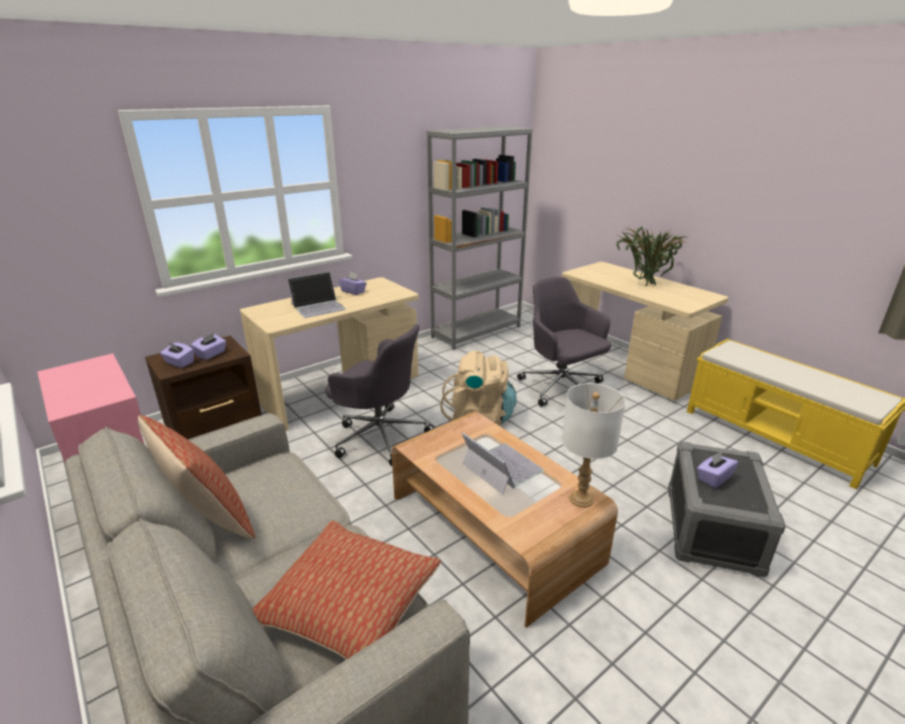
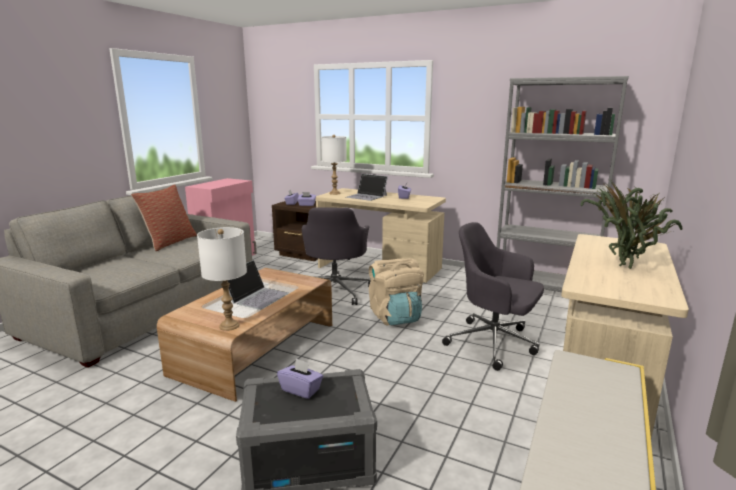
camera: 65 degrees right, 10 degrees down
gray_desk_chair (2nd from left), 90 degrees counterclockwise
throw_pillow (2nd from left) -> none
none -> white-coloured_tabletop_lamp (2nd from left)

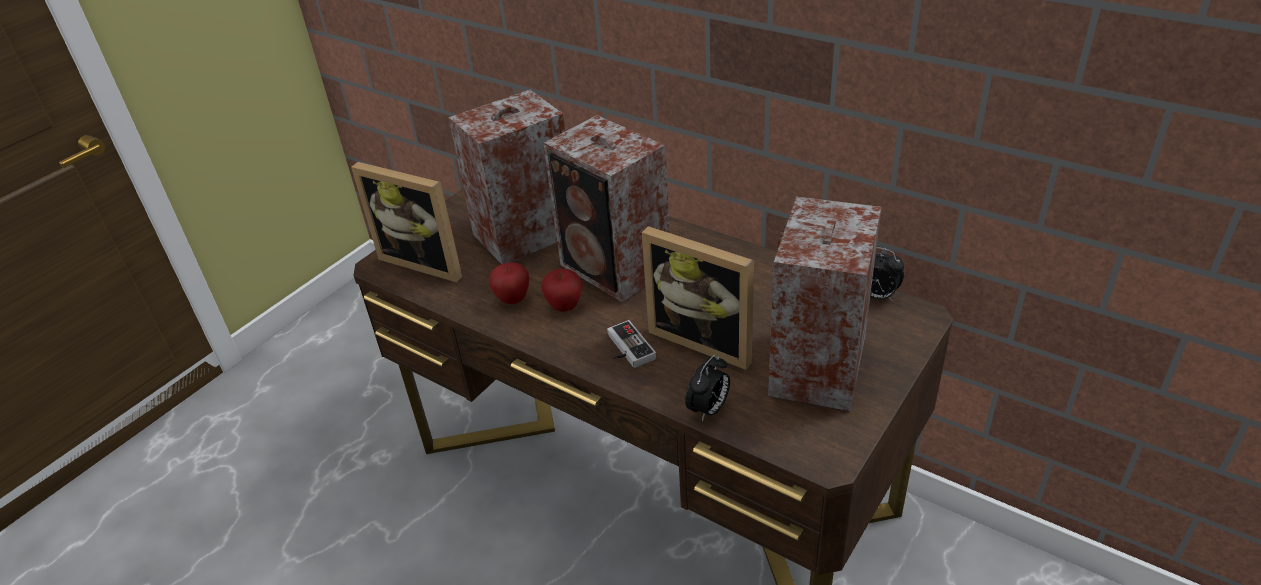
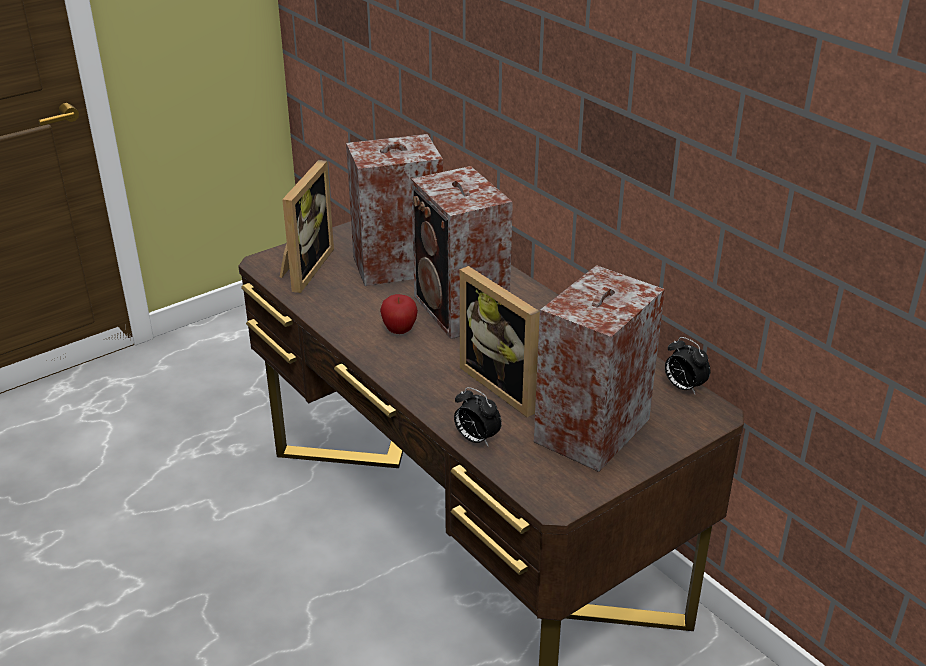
camera: 15 degrees right, 5 degrees down
standing_frame (1st from left), 120 degrees counterclockwise
apple_fruit (1st from left) -> none
joypad -> none
alarm_clock (1st from left), 75 degrees clockwise

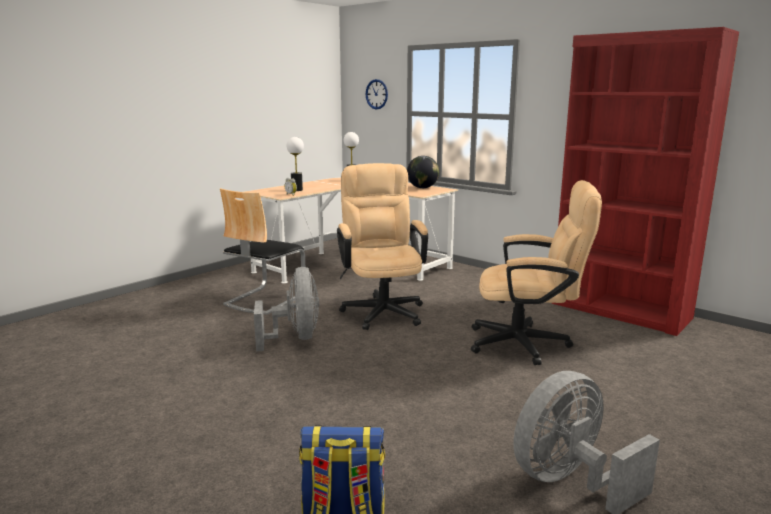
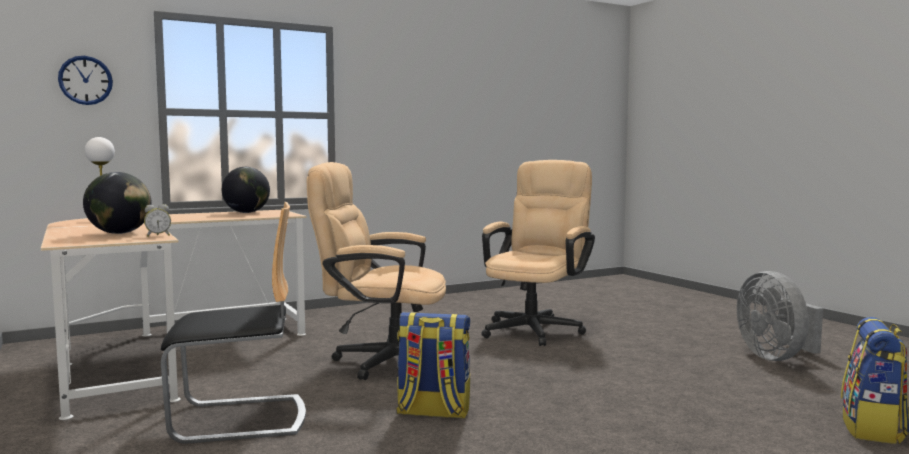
camera: 70 degrees left, 10 degrees down
red_bookshelf -> none
tabletop_lamp (1st from left) -> desk_globe (1st from left)
plain_chair, 60 degrees counterclockwise
gray_electric_fan (1st from left) -> backpack (1st from left)

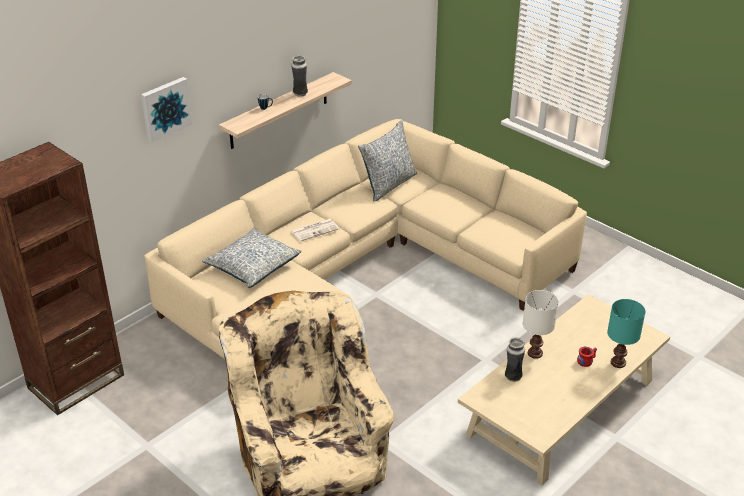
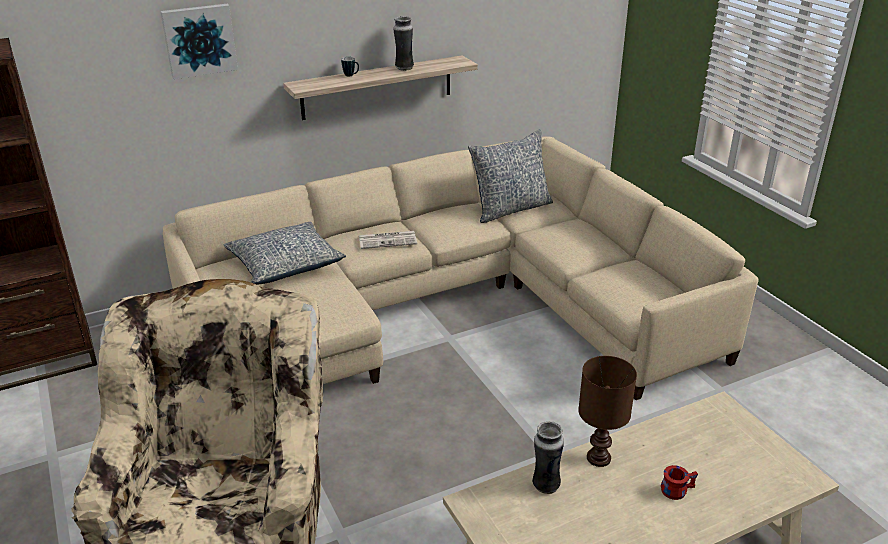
camera: 20 degrees right, 5 degrees down
white-coloured_tabletop_lamp -> brown_tabletop_lamp
turquoise_tabletop_lamp -> none

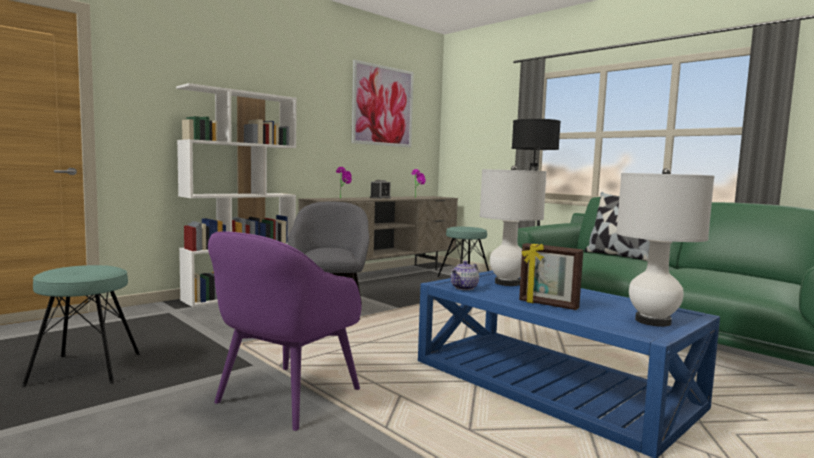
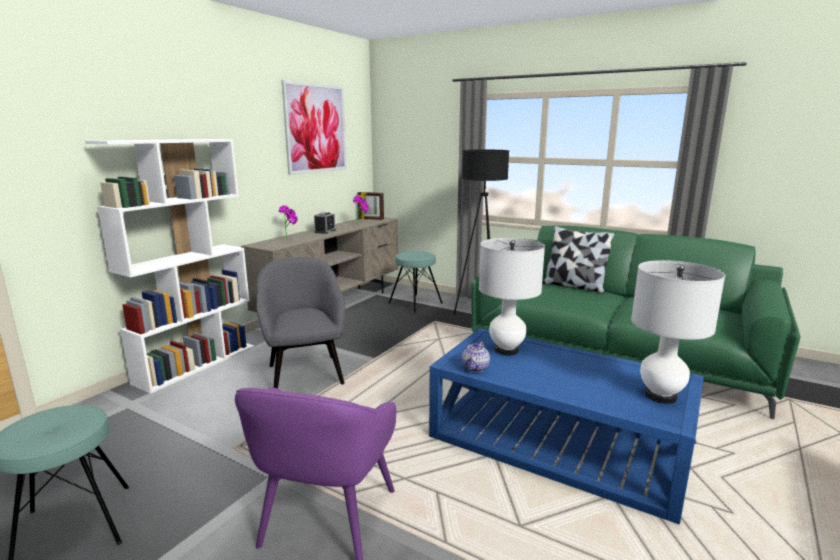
camera: 15 degrees left, 10 degrees up
standing_frame, move

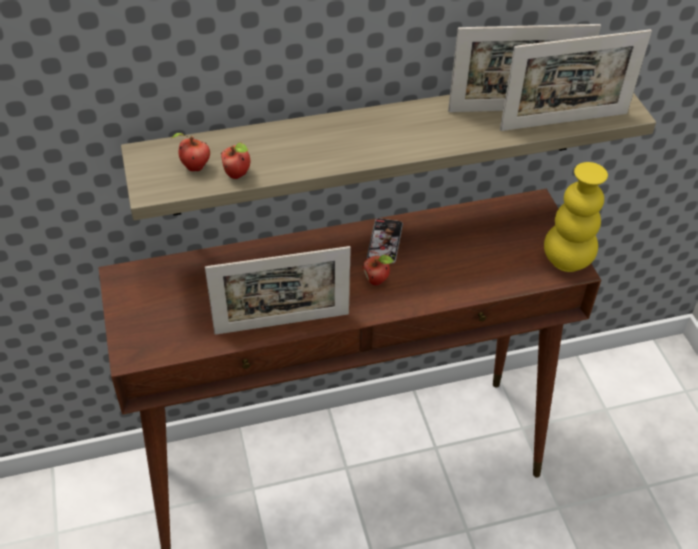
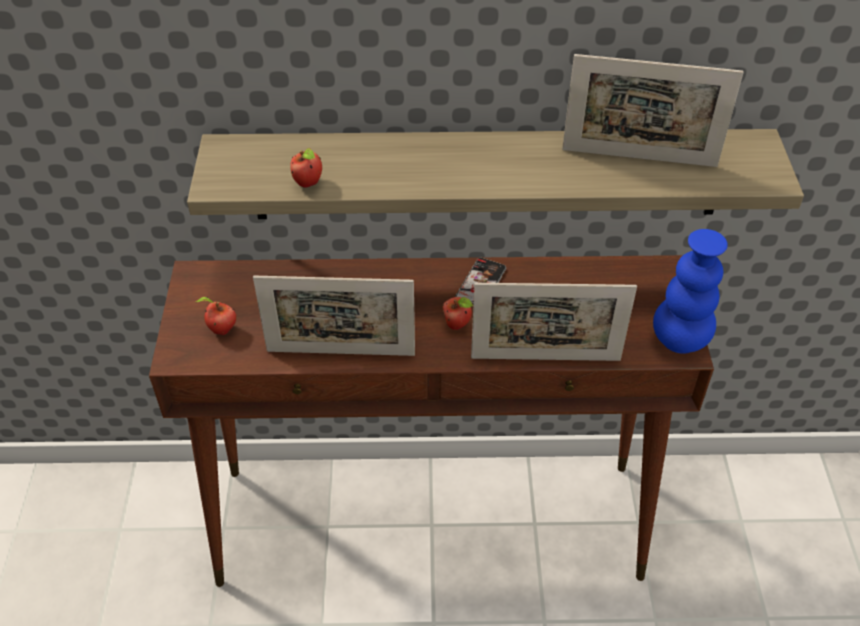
camera: 15 degrees right, 0 degrees up
standing_frame (3rd from left in the first image) -> standing_frame (2nd from left), move
apple_fruit (1st from left), move
yellow_decorative_vase -> bluish_decorative_vase

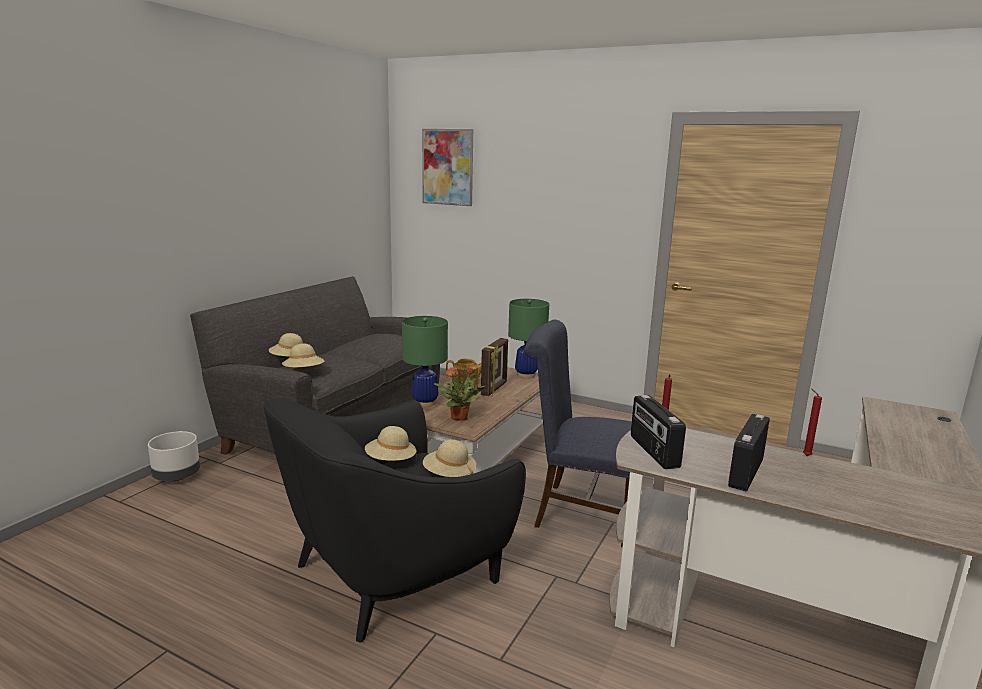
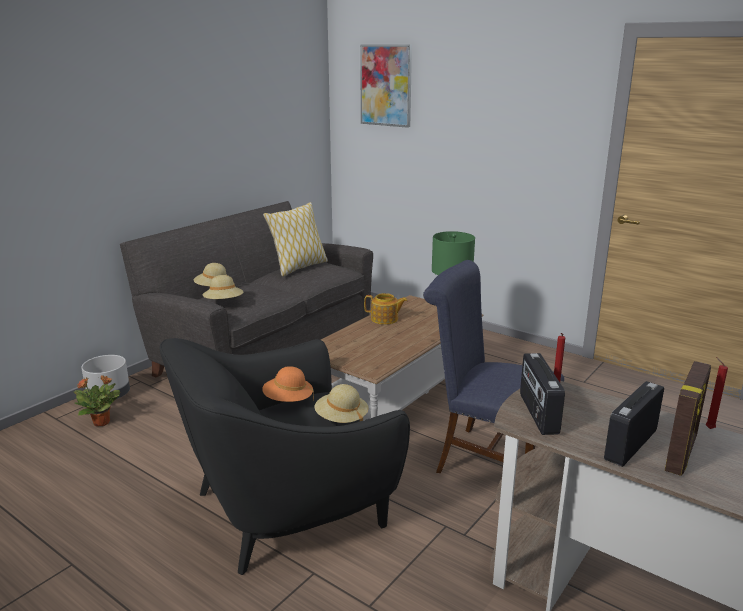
camera: 10 degrees right, 5 degrees up
green_tabletop_lamp (1st from left) -> none
standing_frame, move
potted_plant, move
beige-coloured_clothing_hat (3rd from left) -> orange-coloured_clothing_hat
none -> throw_pillow

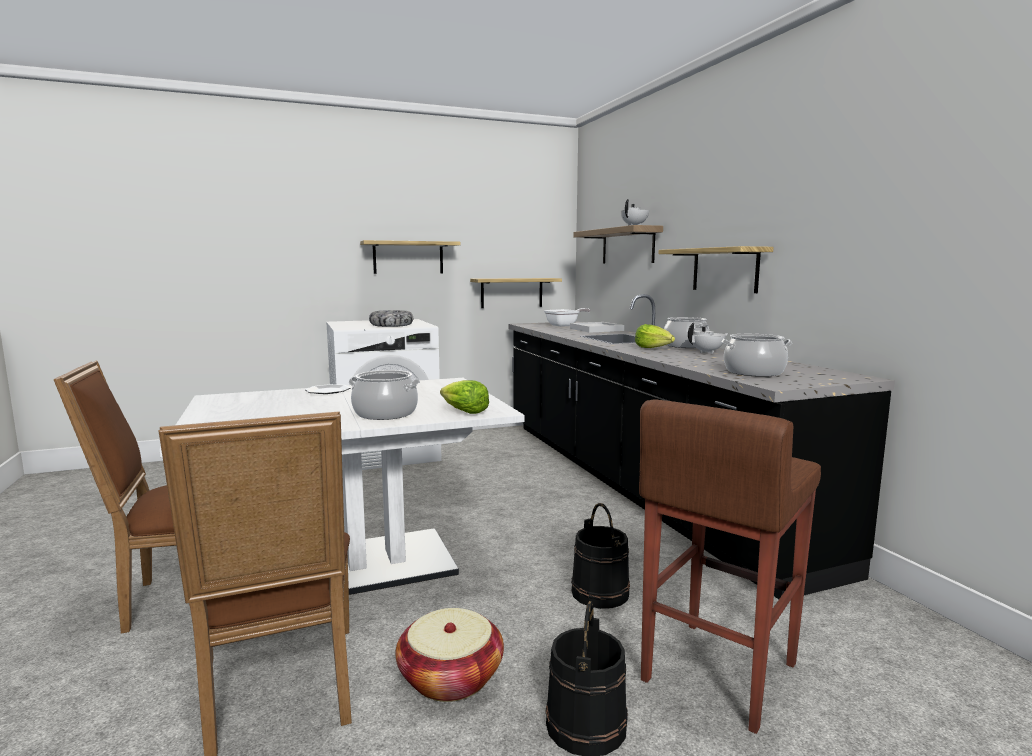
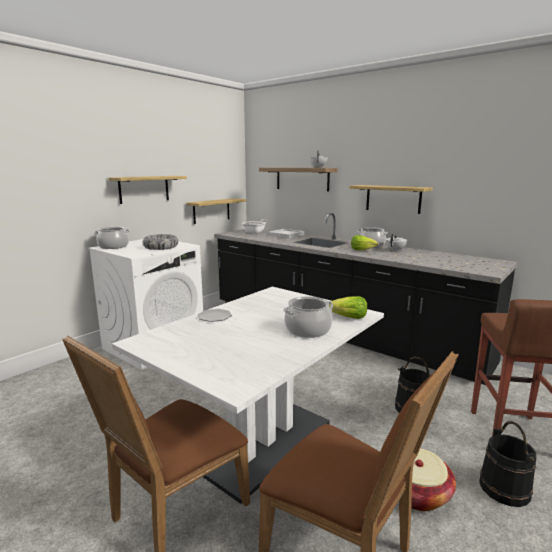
camera: 30 degrees left, 5 degrees up
stockpot (3rd from left in the first image) -> stockpot (1st from left), move

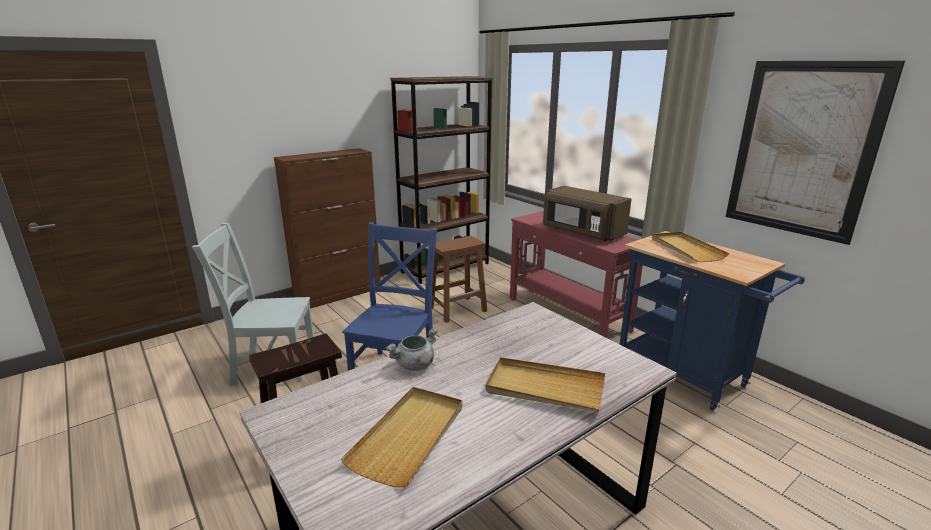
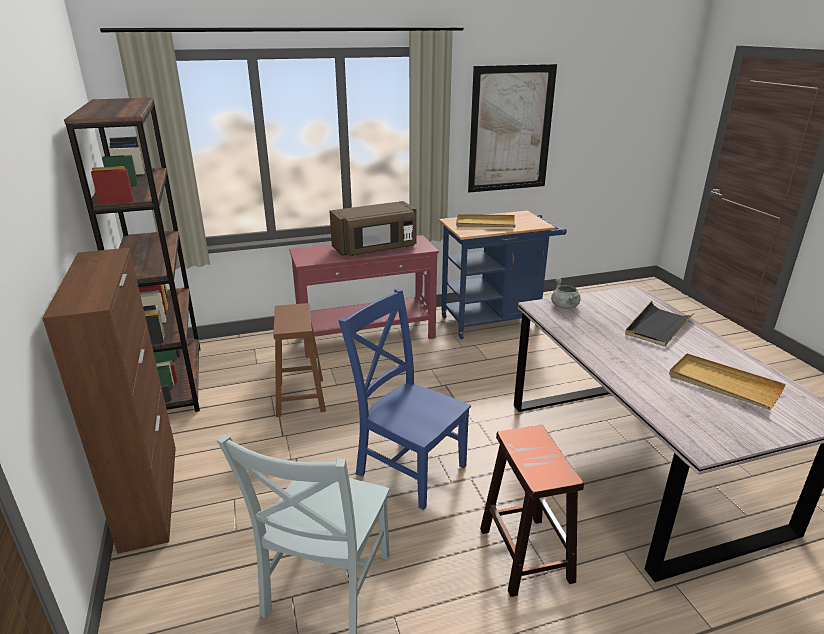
camera: 70 degrees left, 5 degrees up
gray_stockpot, move
beige-coloured_carrying_tray (2nd from left) -> black-coloured_carrying_tray

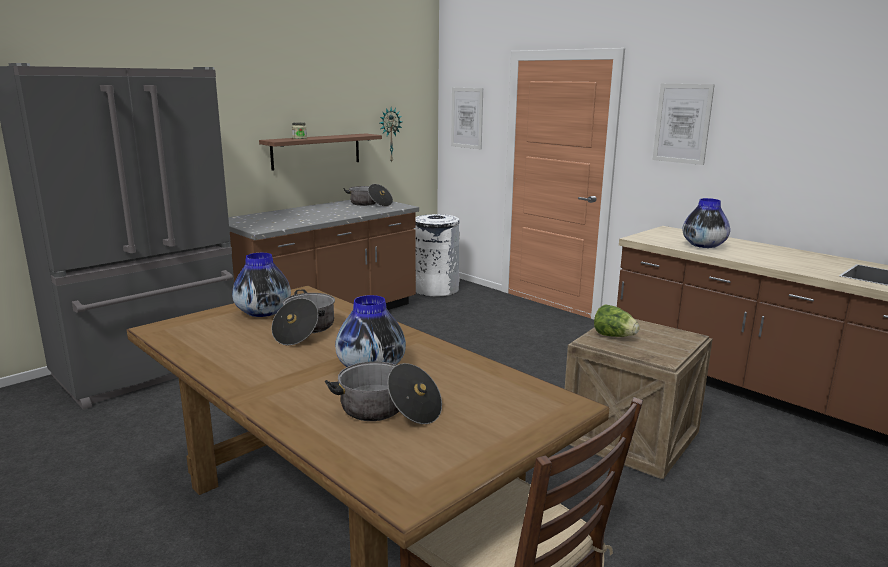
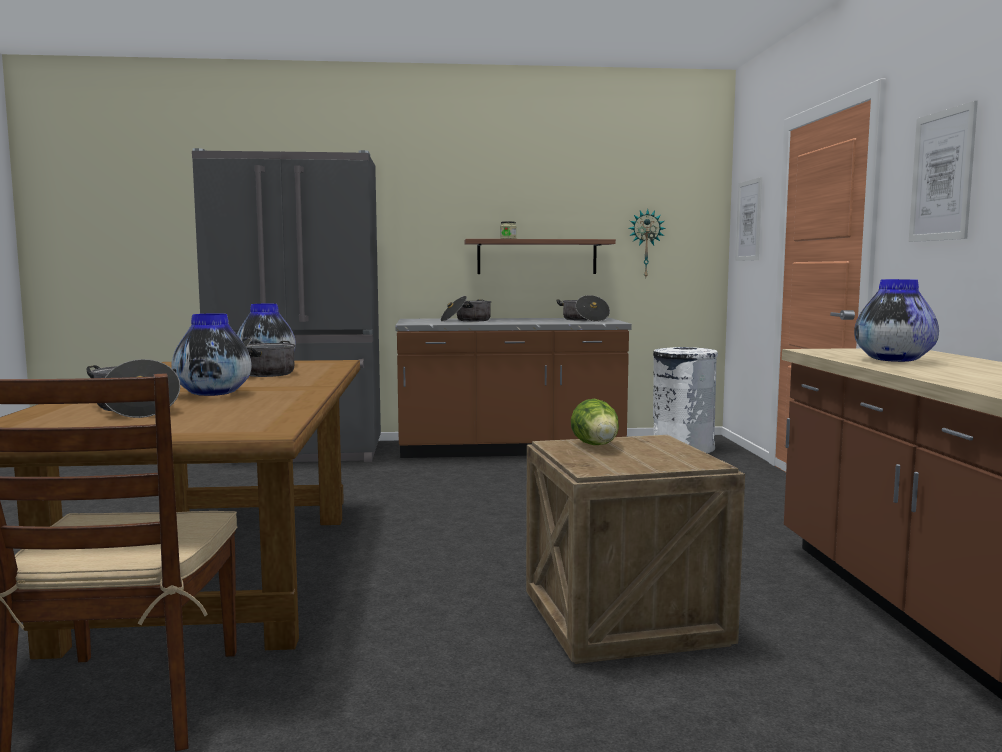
camera: 40 degrees right, 10 degrees down
none -> stockpot (3rd from left)

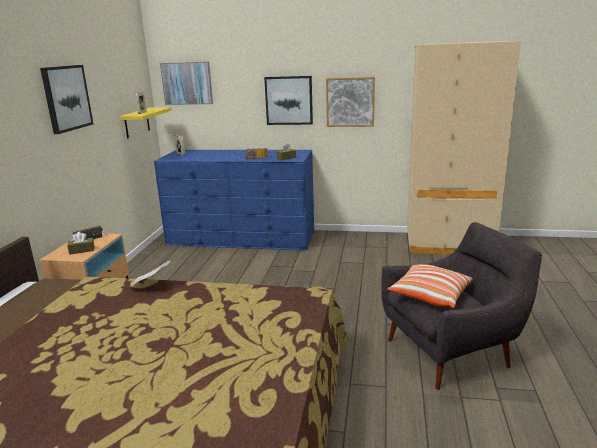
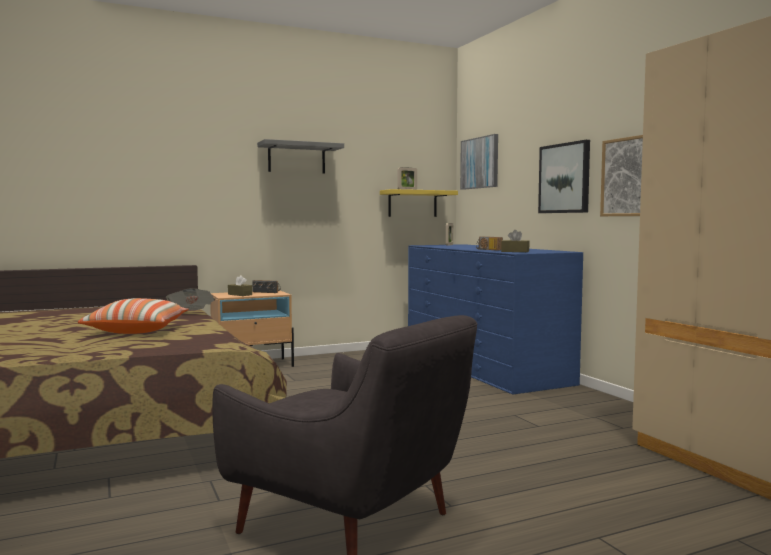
camera: 55 degrees right, 15 degrees down
wall_art (1st from left) -> gray_shelf
throw_pillow, move

